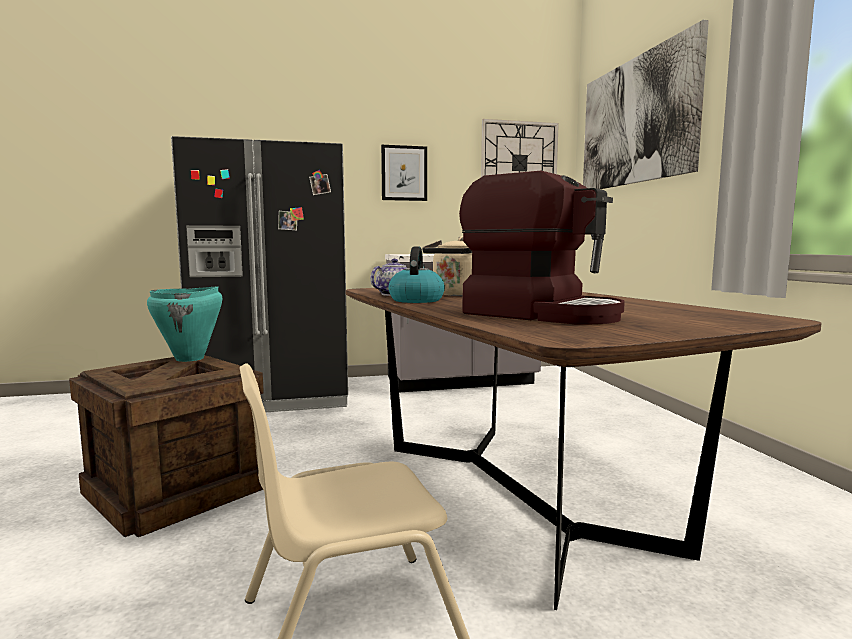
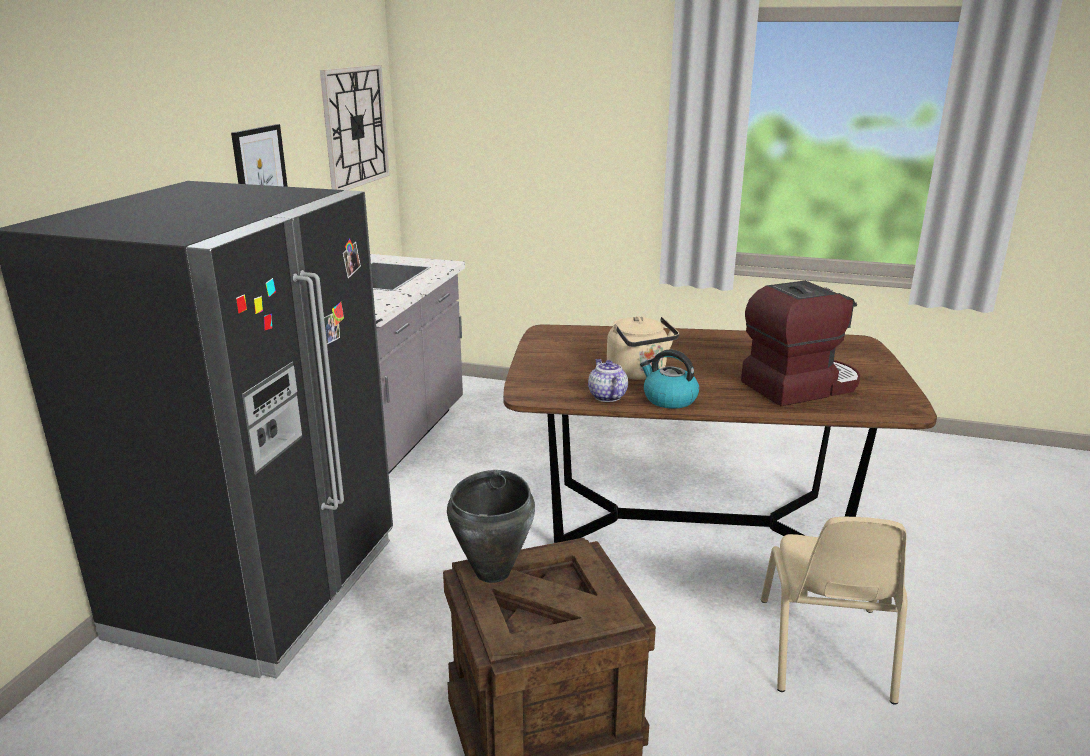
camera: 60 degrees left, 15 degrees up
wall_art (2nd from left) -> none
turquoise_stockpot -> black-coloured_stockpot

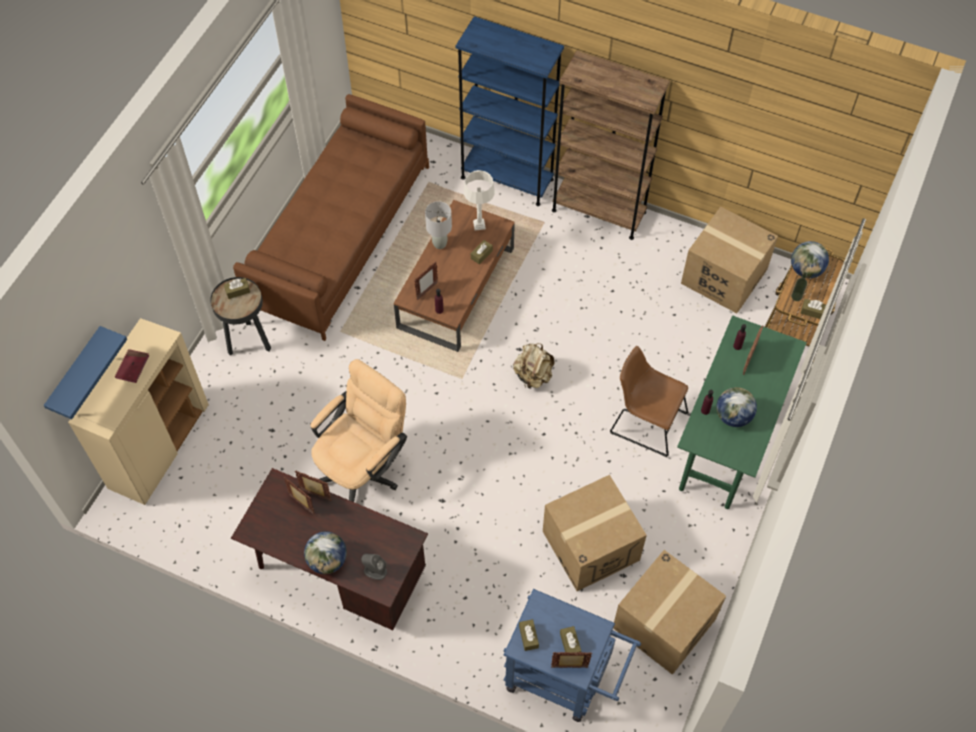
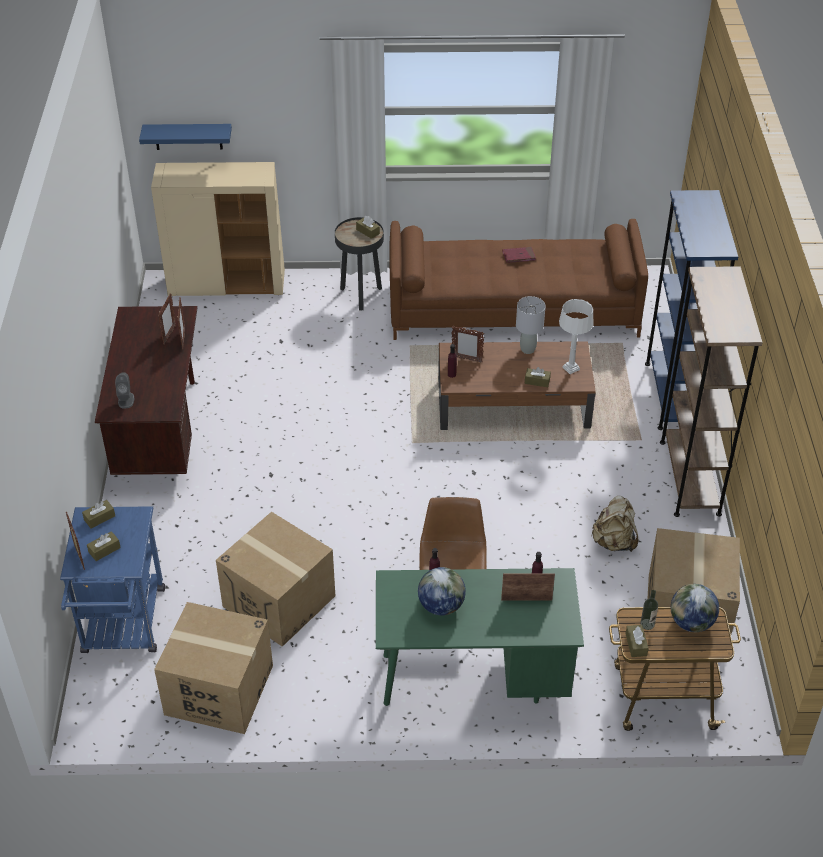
camera: 65 degrees right, 15 degrees down
beige-coloured_backpack, move
red_volume, move
beige-coloured_desk_chair -> none
desk_globe (1st from left) -> none

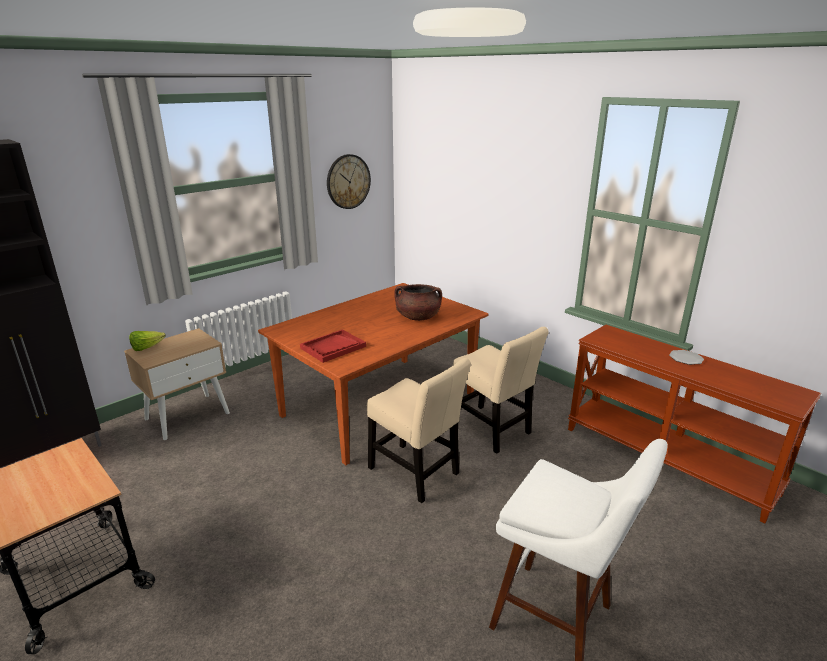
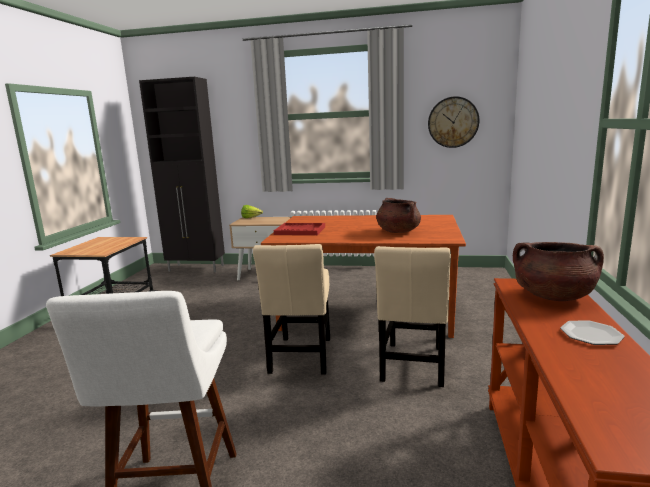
camera: 55 degrees right, 10 degrees down
none -> brown_stockpot (2nd from left)

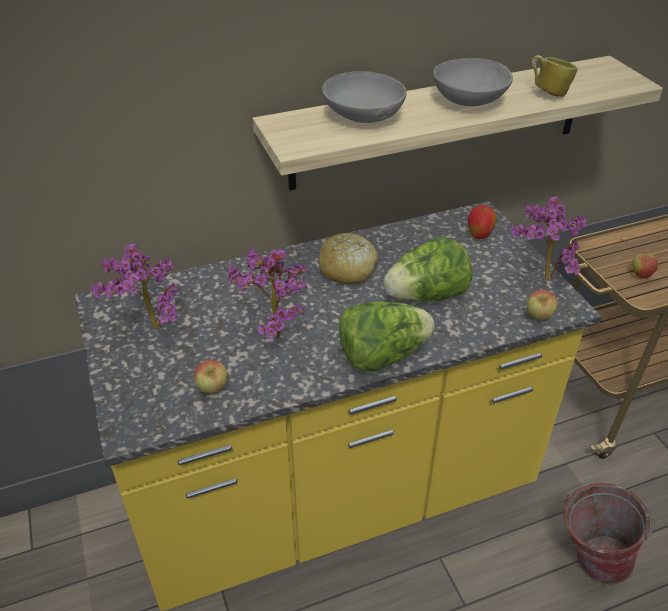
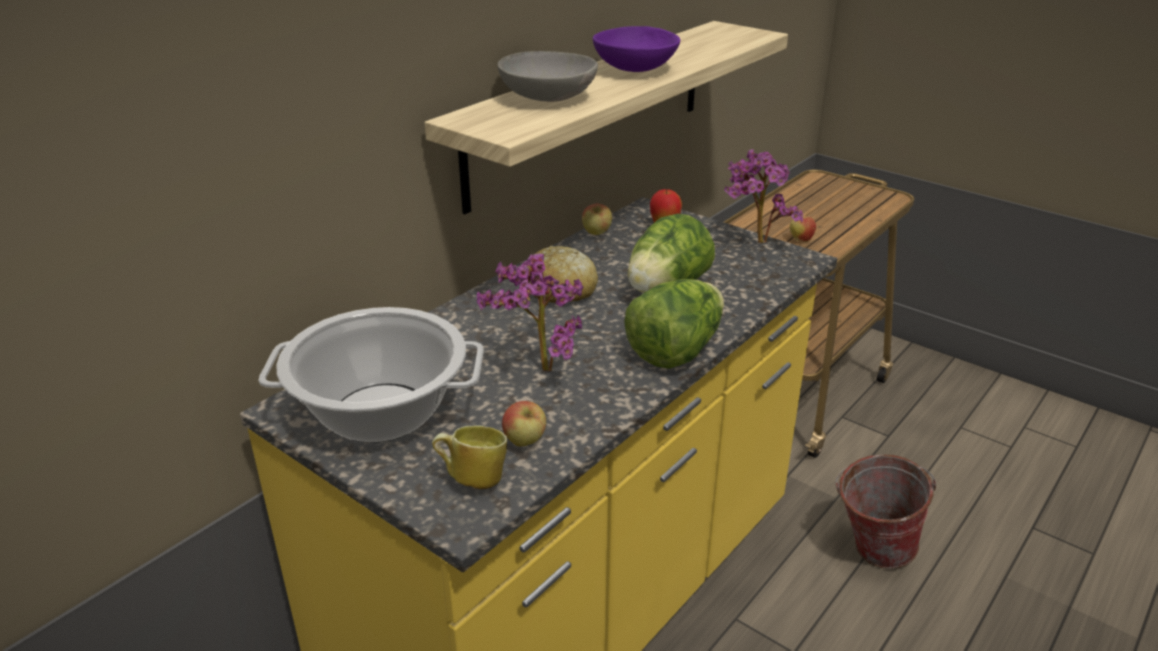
camera: 30 degrees left, 10 degrees down
tea_mug, move
gray_bowl (2nd from left) -> purple-coloured_bowl
potted_plant (1st from left) -> stockpot
apple_fruit (3rd from left in the first image) -> apple_fruit (2nd from left), move

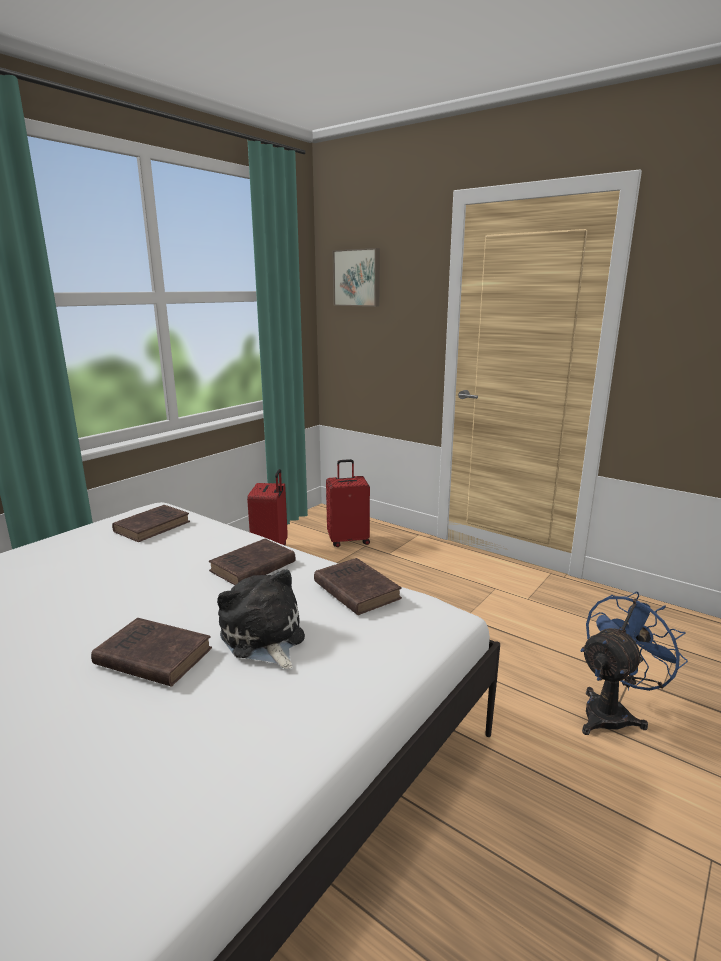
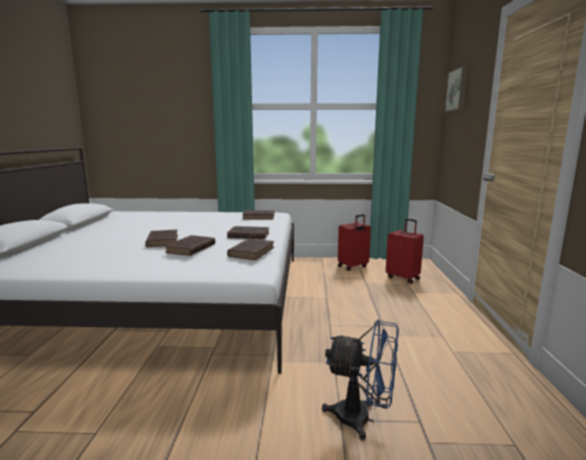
camera: 55 degrees right, 5 degrees down
plush_toy -> brown_volume (2nd from left)

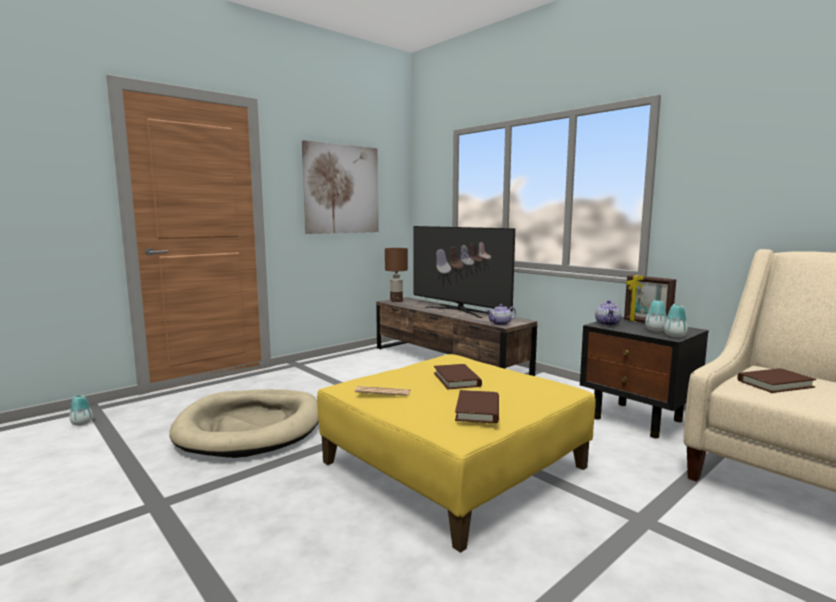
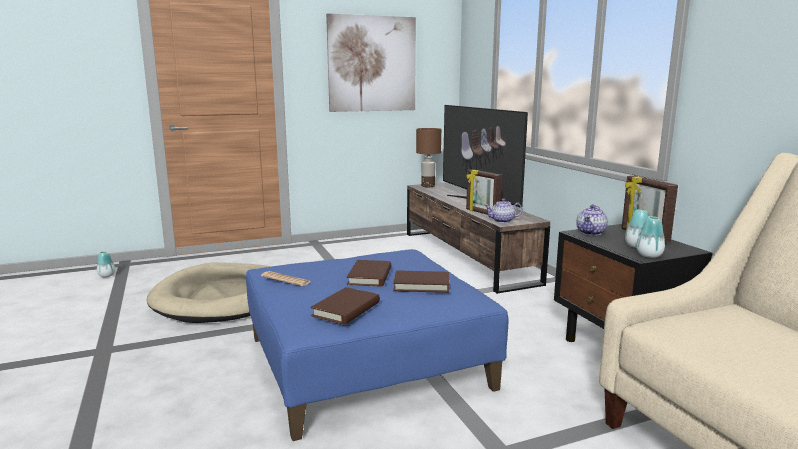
camera: 20 degrees right, 5 degrees up
yellow_pouffe -> bluish_pouffe
brown_volume (3rd from left), move
none -> standing_frame (1st from left)

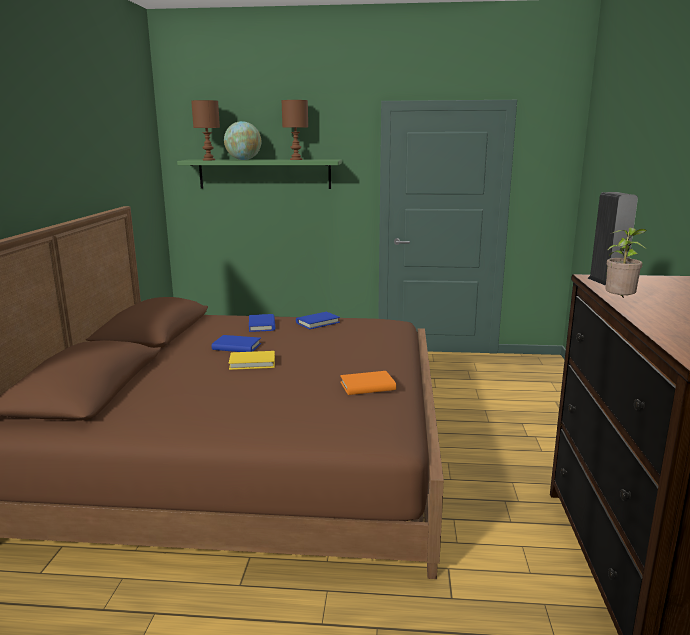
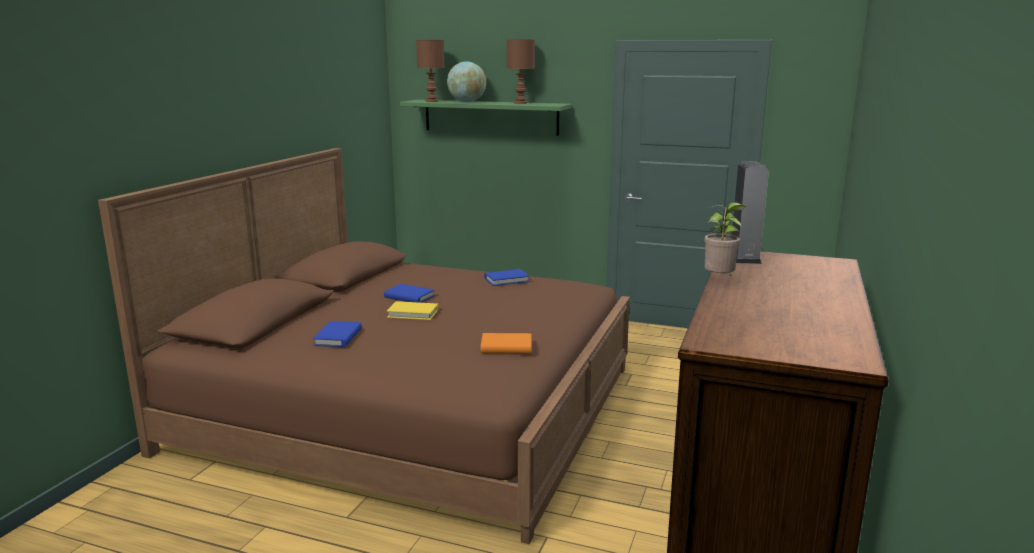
camera: 15 degrees right, 0 degrees up
bluish_volume (2nd from left in the first image) -> bluish_volume (1st from left), move

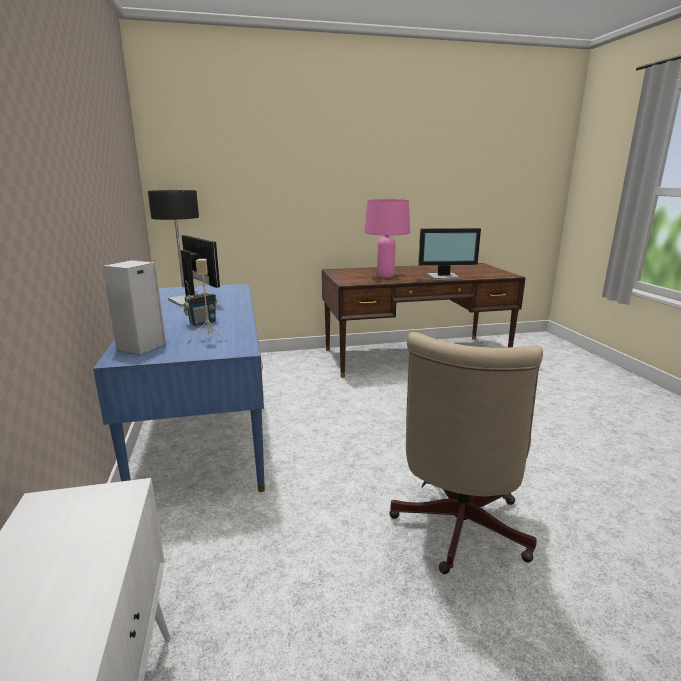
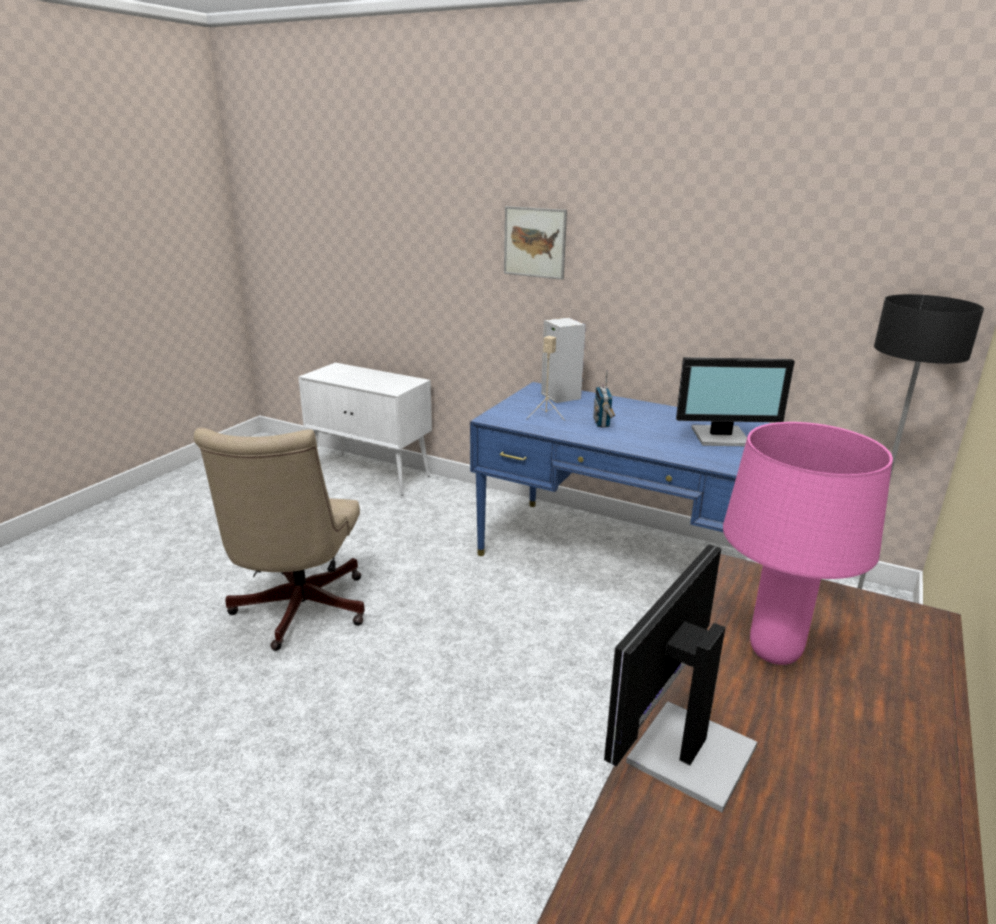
camera: 130 degrees right, 5 degrees up
beige-coloured_desk_chair, 150 degrees counterclockwise
none -> wall_art

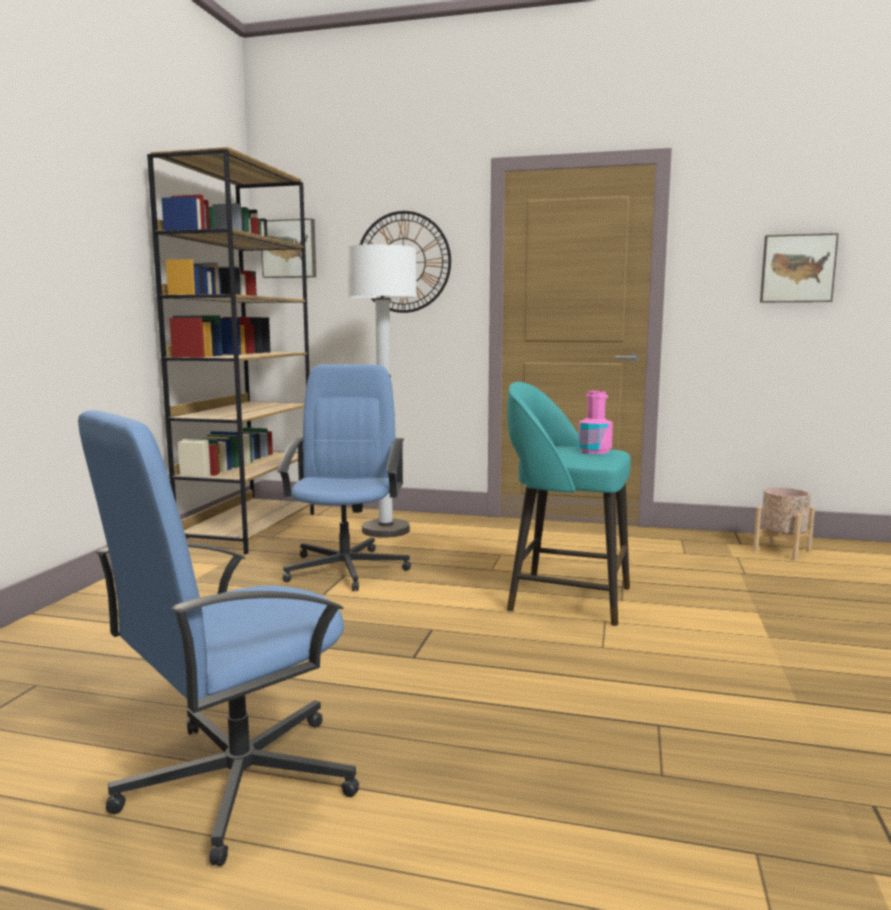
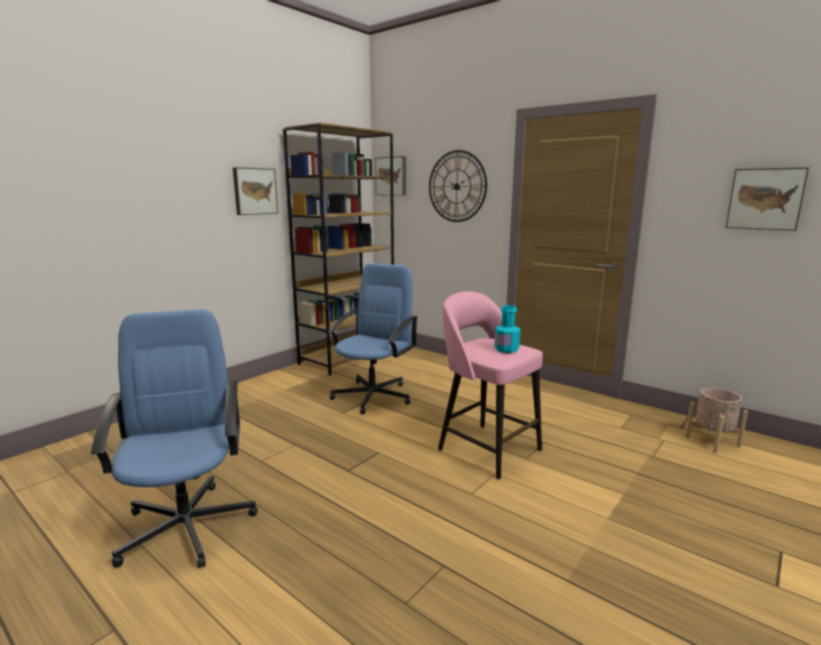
camera: 25 degrees right, 5 degrees up
white-coloured_floor_lamp -> none
turquoise_sitting_stool -> pinkish_sitting_stool
pinkish_beverage_bottle -> turquoise_beverage_bottle
bluish_desk_chair (1st from left), 90 degrees clockwise
none -> wall_art (1st from left)

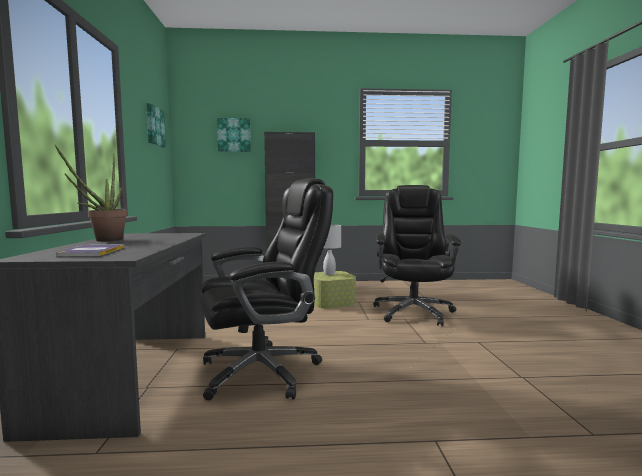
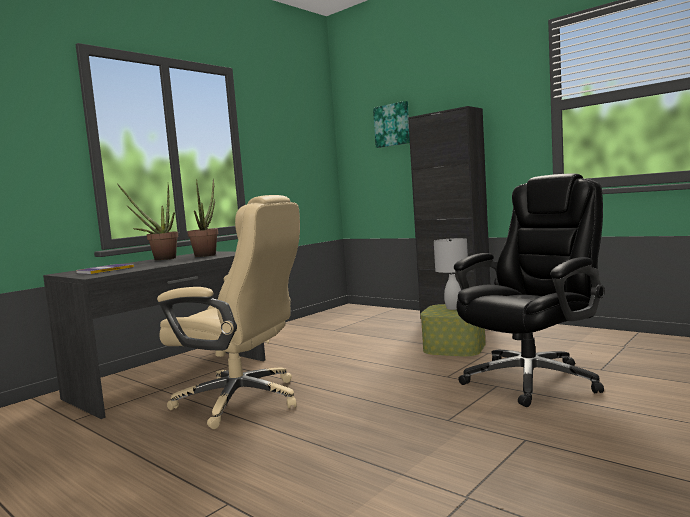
camera: 45 degrees right, 0 degrees up
wall_art (1st from left) -> none
black-coloured_desk_chair (1st from left) -> beige-coloured_desk_chair
none -> potted_plant (2nd from left)

